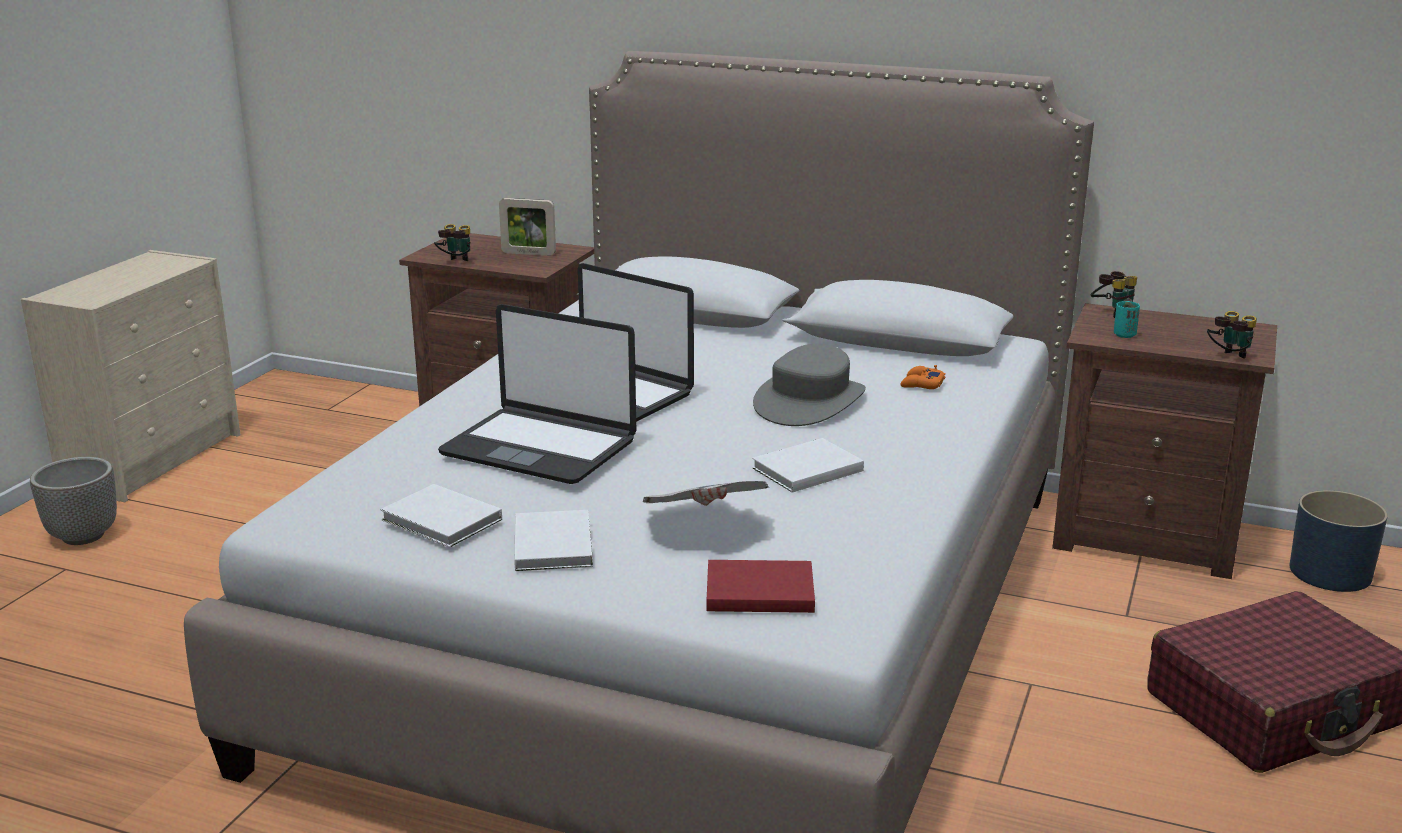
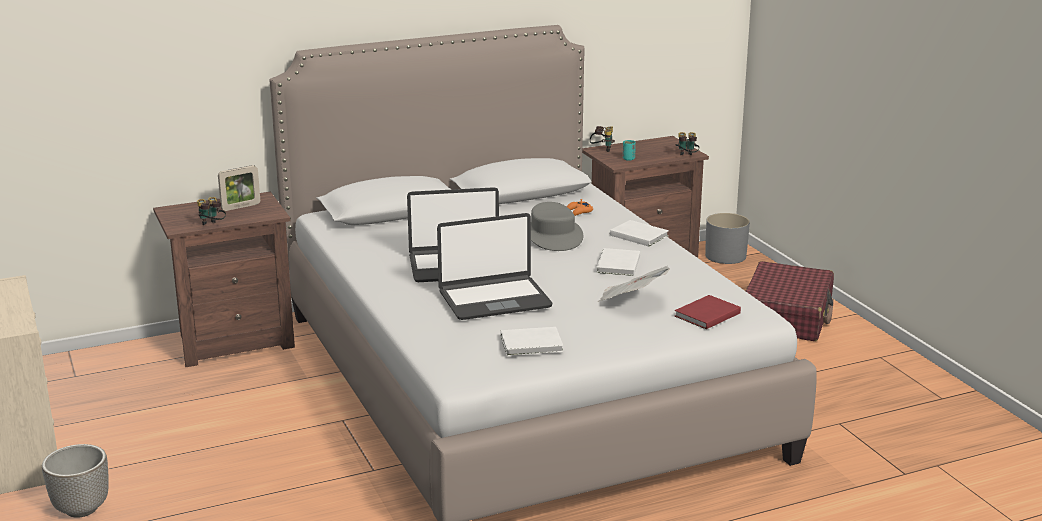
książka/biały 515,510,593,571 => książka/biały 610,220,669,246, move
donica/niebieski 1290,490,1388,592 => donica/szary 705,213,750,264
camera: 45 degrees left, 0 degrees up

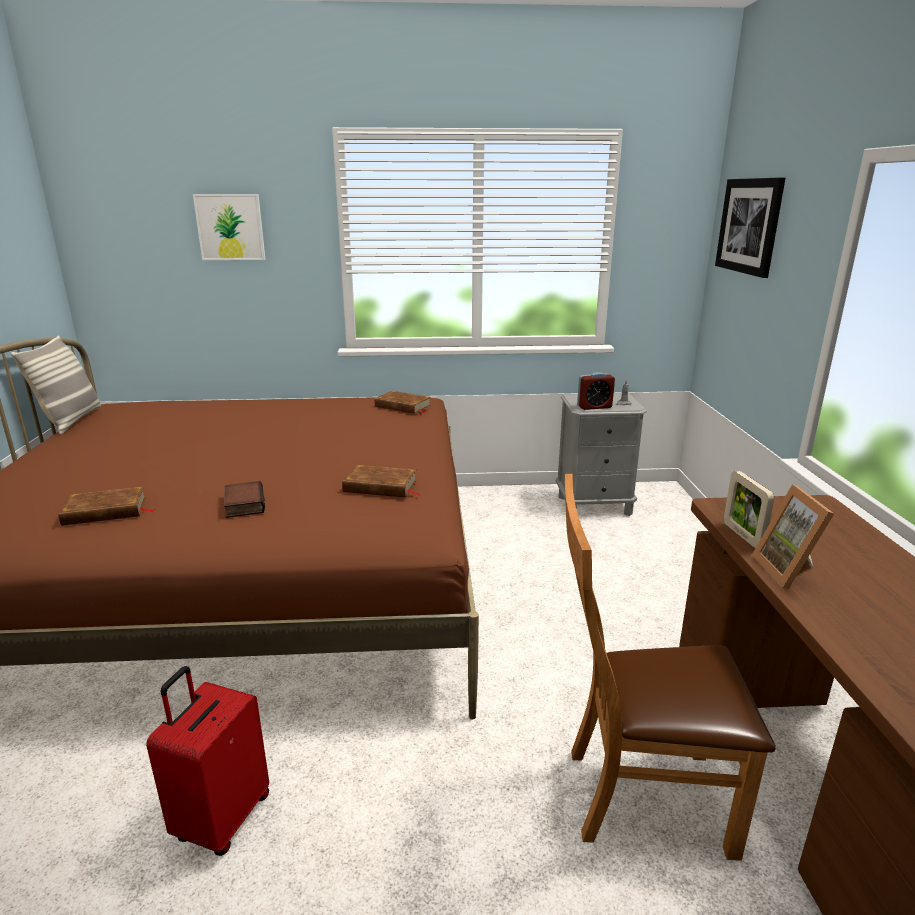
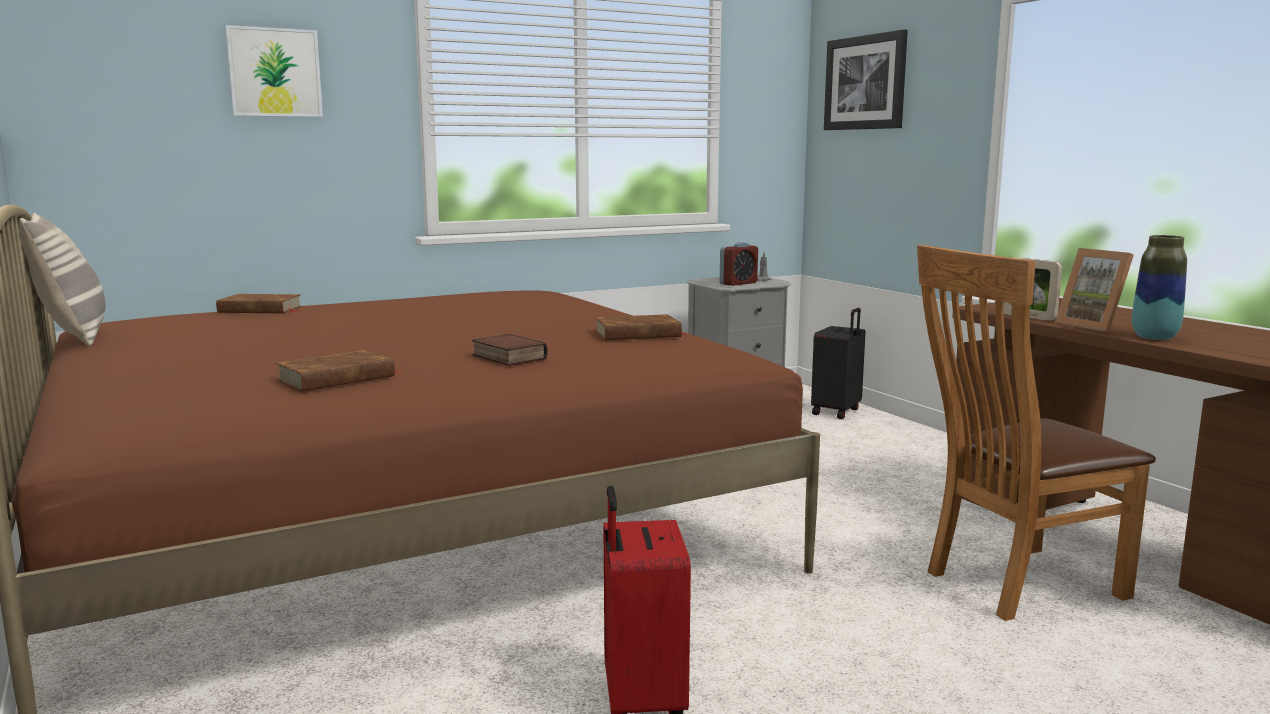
książka/brązowy 375,391,431,414 => książka/brązowy 216,294,302,313, move
nothing => walizka/czarny 811,308,866,419
nothing => wazon 1132,235,1187,340
camera: 25 degrees left, 10 degrees down

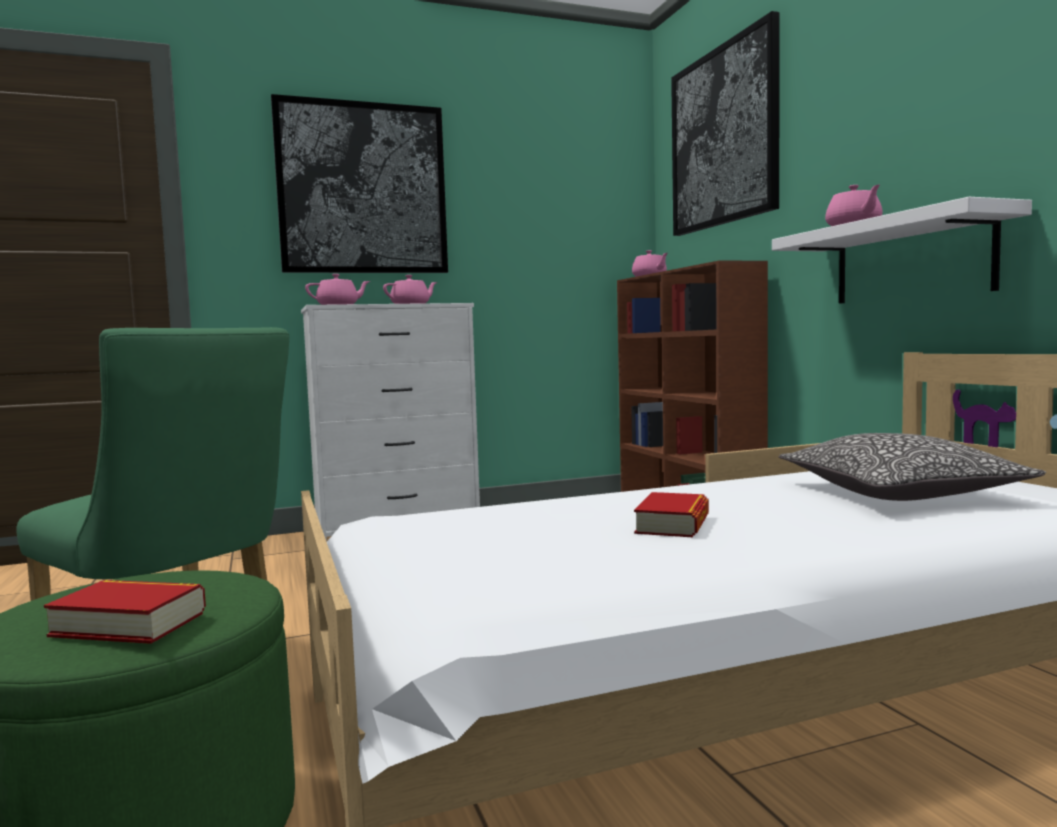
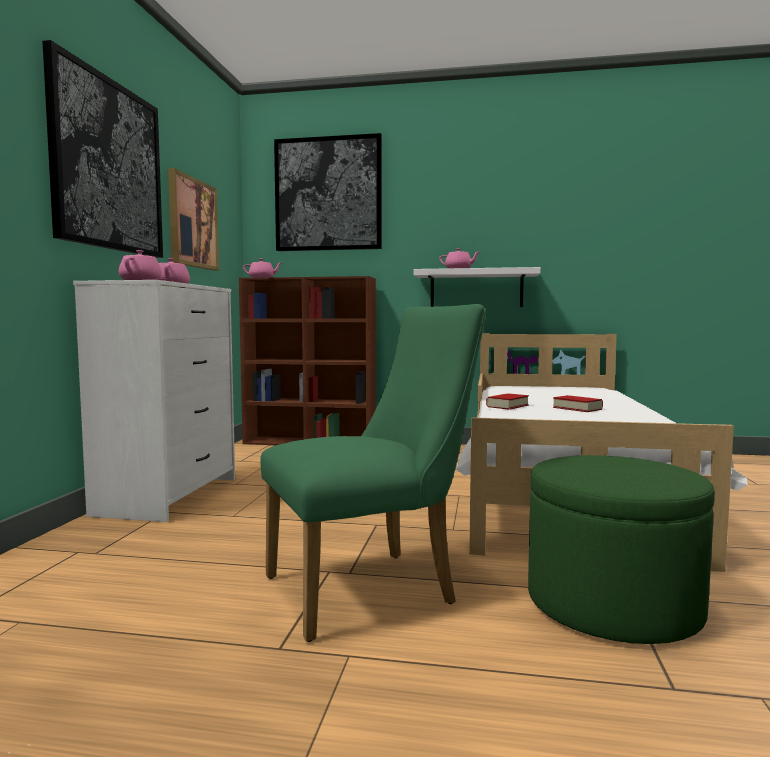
nothing => obraz 168,168,219,270
książka 44,580,206,644 => książka 486,393,529,410, move
poduszka 779,433,1046,501 => nothing
camera: 60 degrees left, 0 degrees up

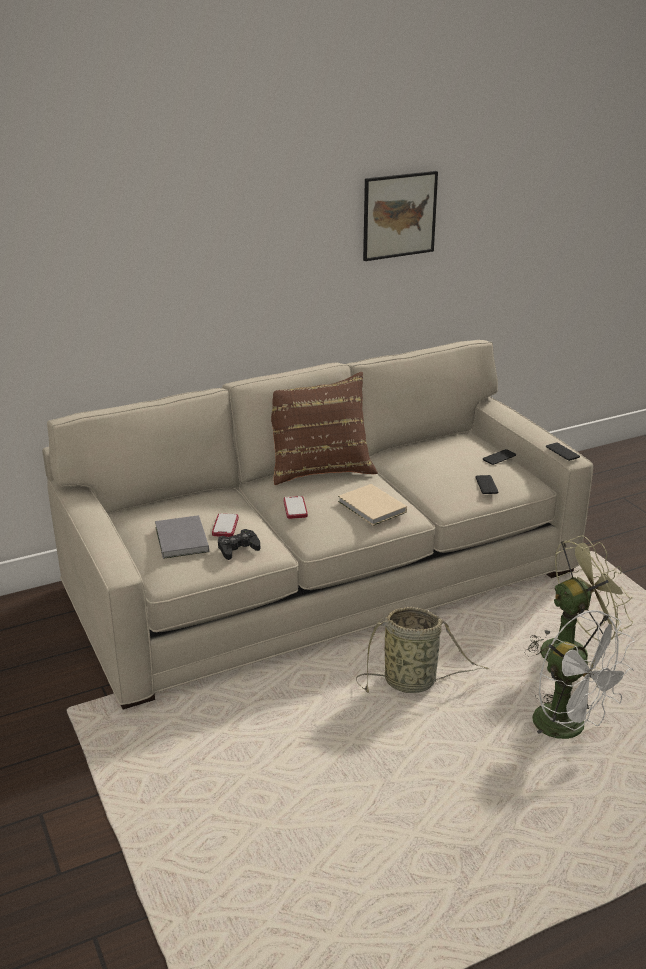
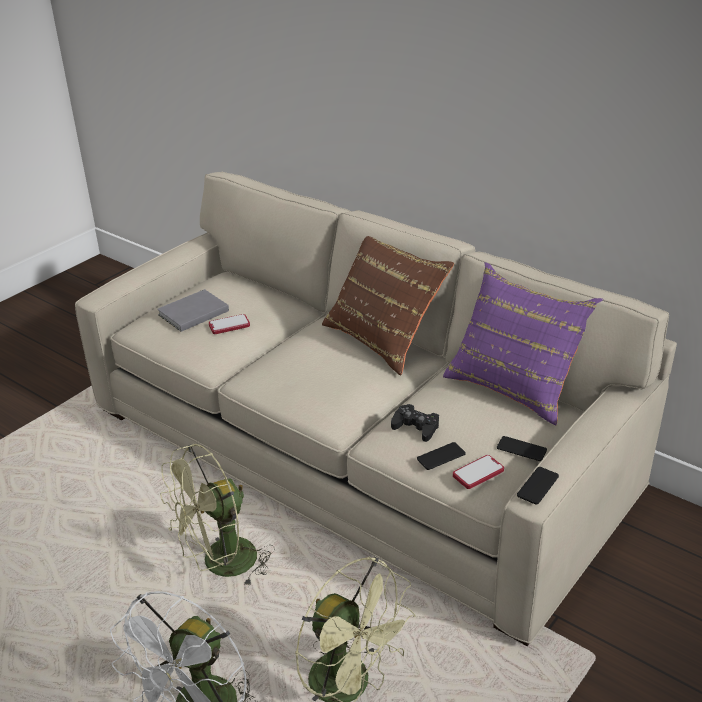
koszyk 356,607,489,693 => wentylator/zielony 160,443,274,588
pad do gier/czarny 218,529,260,560 => pad do gier/czarny 391,404,439,442, move
nothing => poduszka/fioletowy 443,262,605,425
telefon 283,496,308,519 => telefon 453,455,504,489, move
książka/beżowy 338,484,407,526 => nothing
obraz 363,171,438,261 => nothing
camera: 65 degrees right, 5 degrees up

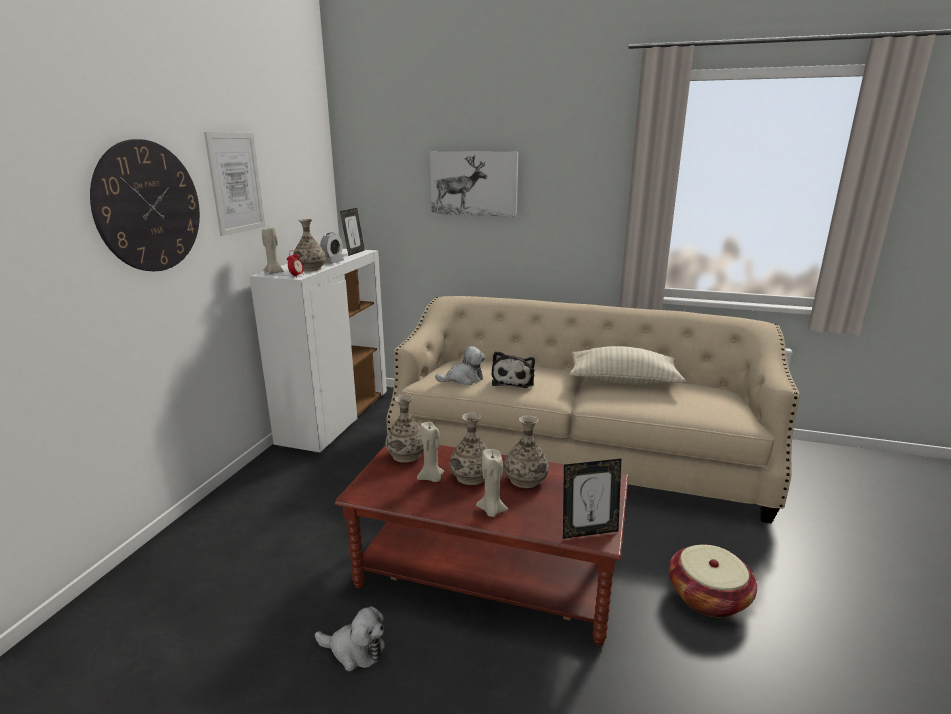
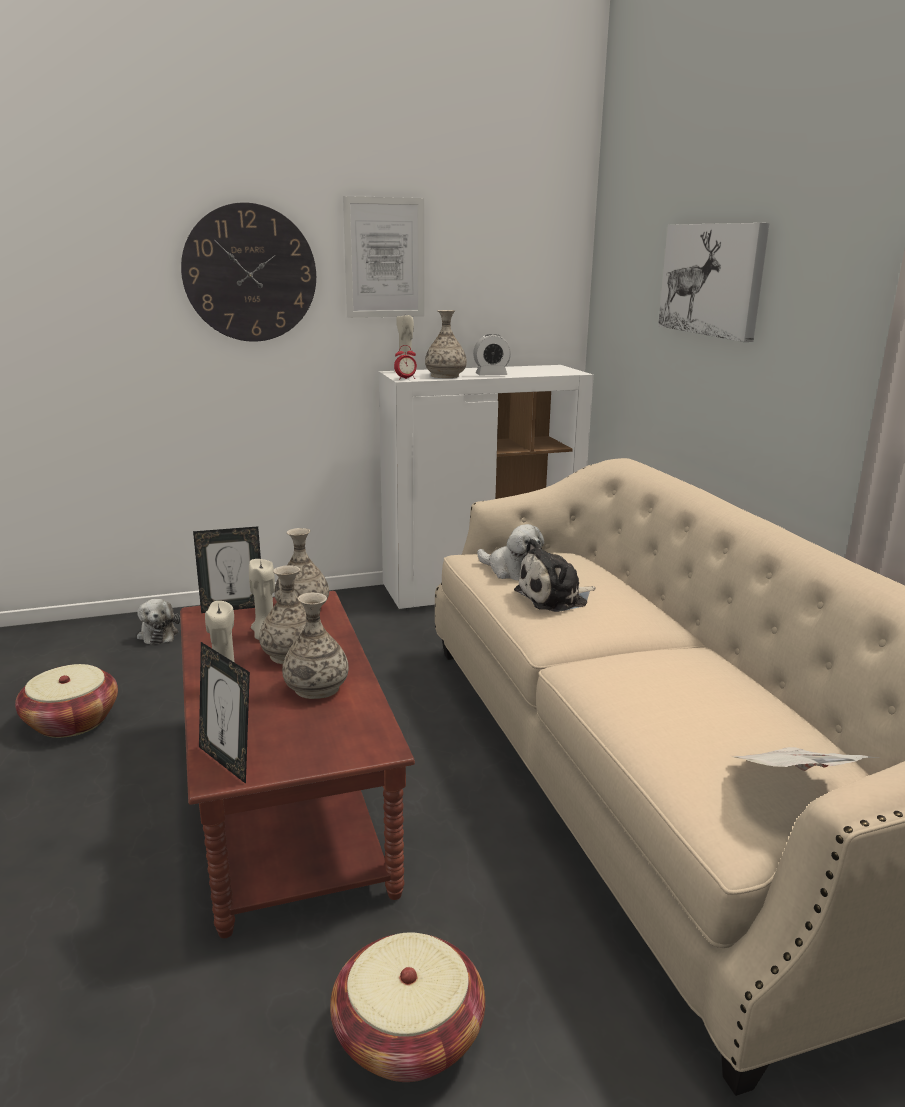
nothing => koszyk 15,664,118,738
pluszak 315,606,385,671 => pluszak 137,599,180,645, move
ramka na zdjęcie 340,208,365,256 => ramka na zdjęcie 193,526,261,613, move
nothing => gazeta 733,747,878,771
poduszka/beżowy 569,346,686,385 => nothing
camera: 55 degrees right, 0 degrees up

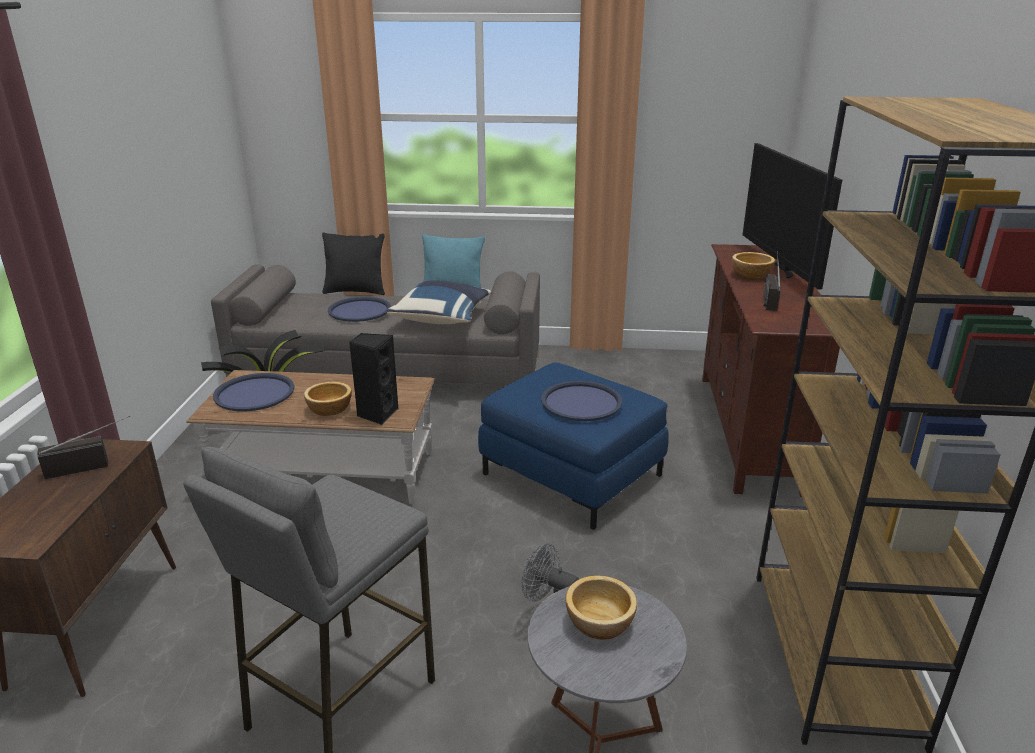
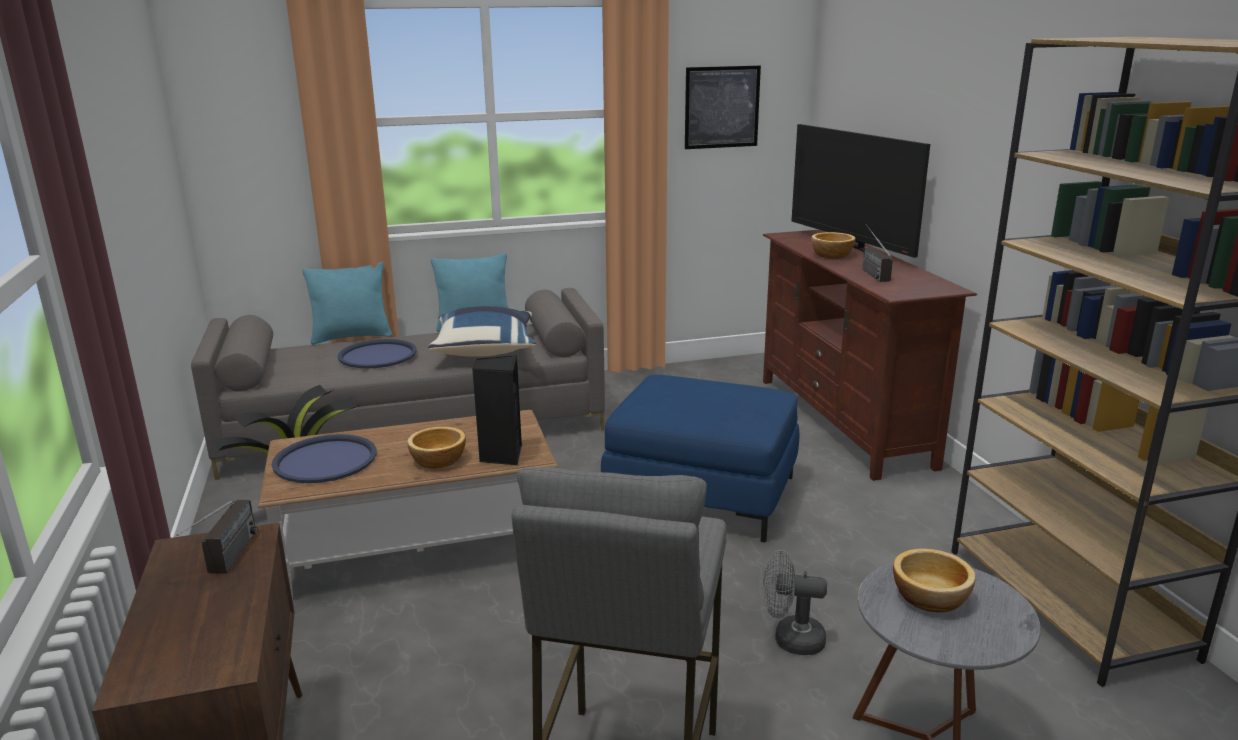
radio 37,416,130,479 => radio 176,500,258,573, 135 degrees clockwise
poduszka/czarny 322,233,385,295 => poduszka/turkusowy 303,262,392,345
nothing => obraz 685,66,761,149
taca/niebieski 541,381,622,421 => nothing
camera: 20 degrees left, 5 degrees down

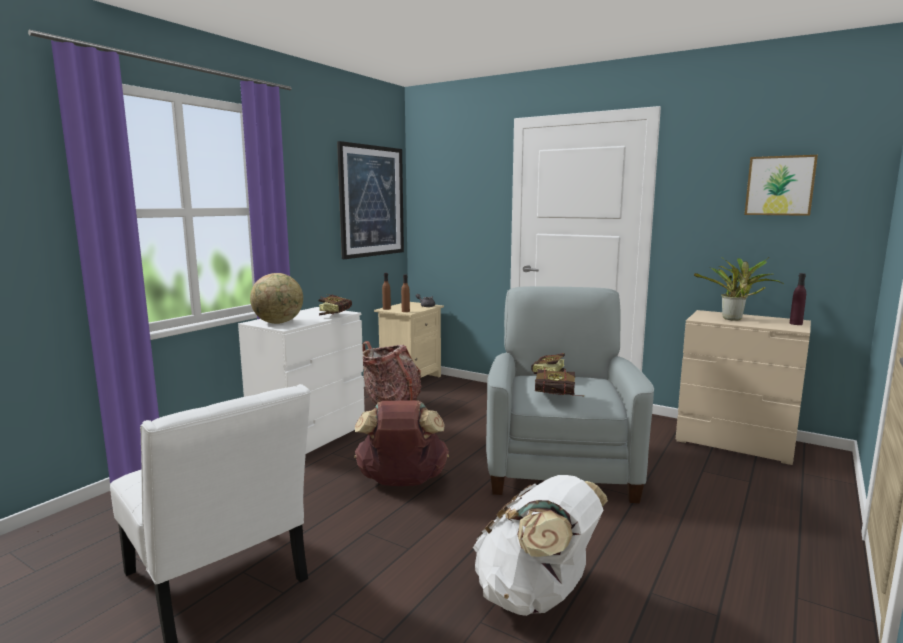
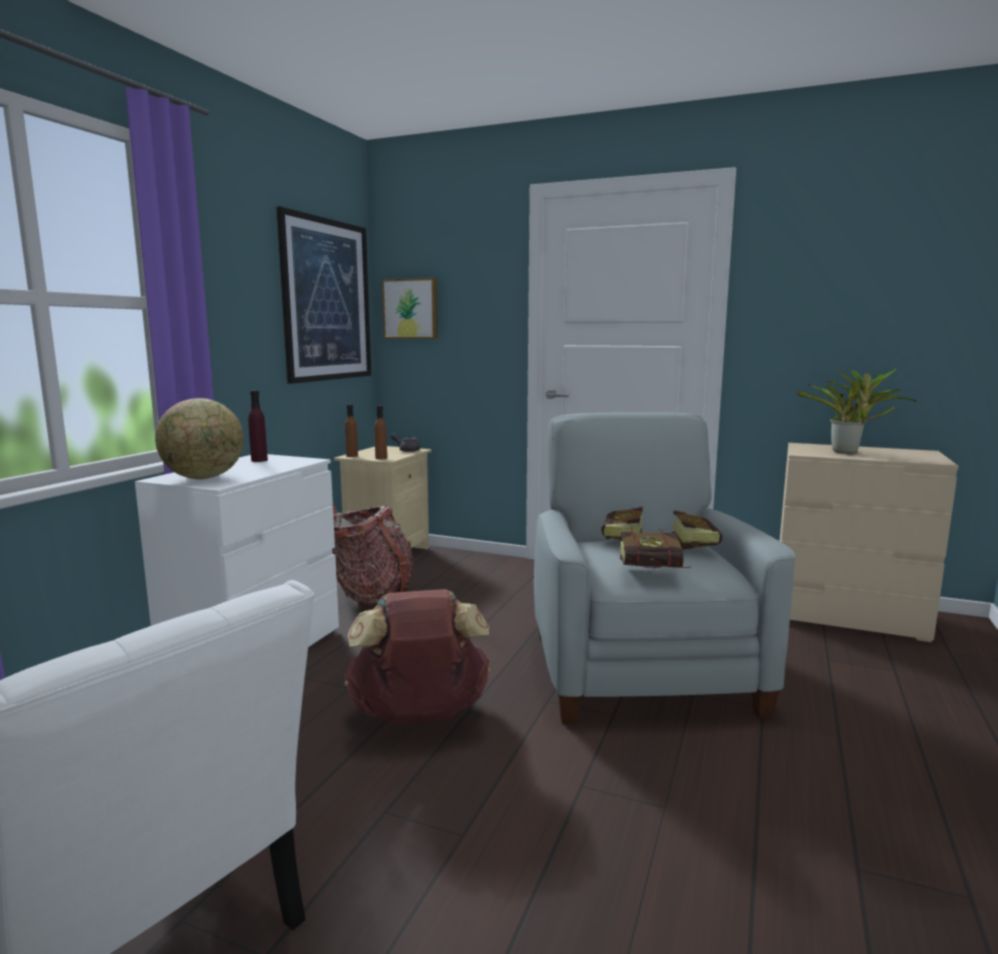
butelka/fioletowy 790,273,806,325 => butelka/fioletowy 248,390,268,462, move
obraz 745,155,818,216 => obraz 382,278,438,339, move
książka 319,294,352,316 => książka 672,510,722,550, move
plecak/biały 473,475,608,616 => nothing
camera: 10 degrees left, 0 degrees up

